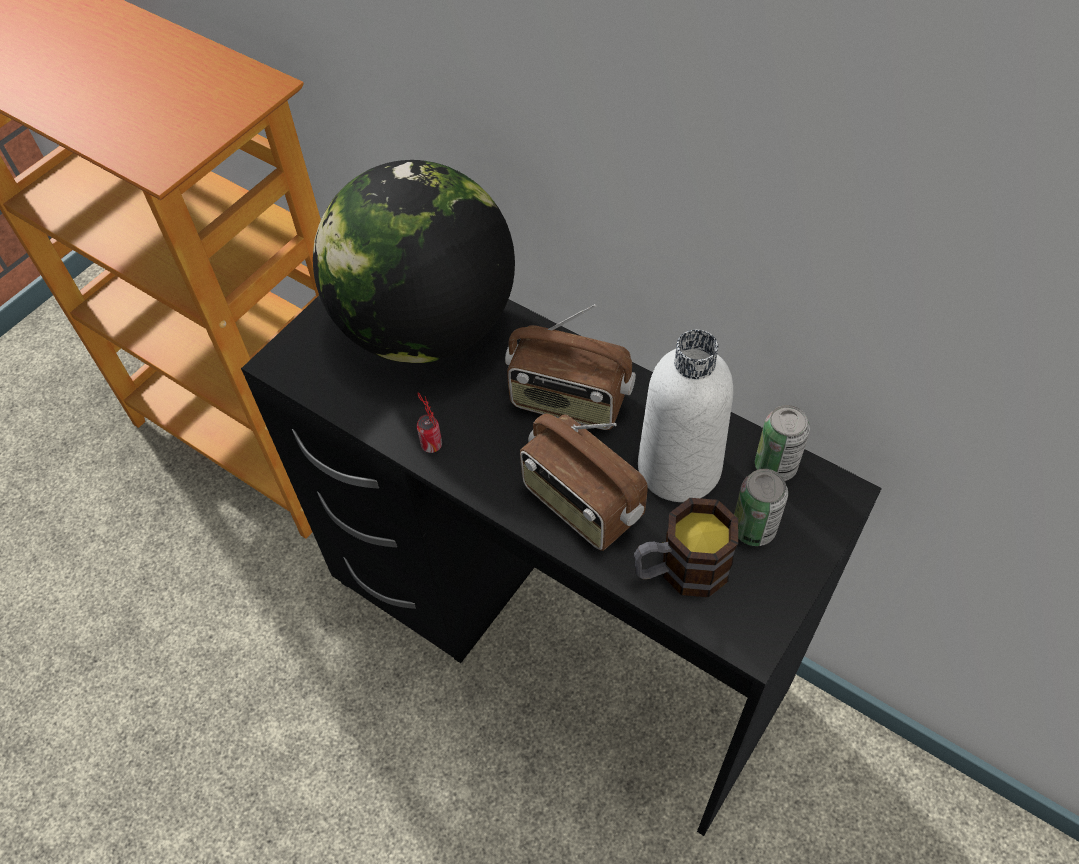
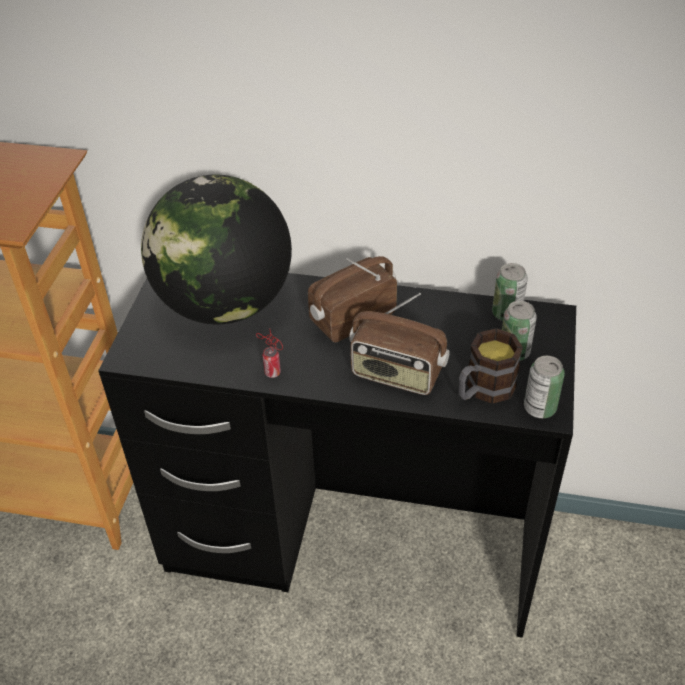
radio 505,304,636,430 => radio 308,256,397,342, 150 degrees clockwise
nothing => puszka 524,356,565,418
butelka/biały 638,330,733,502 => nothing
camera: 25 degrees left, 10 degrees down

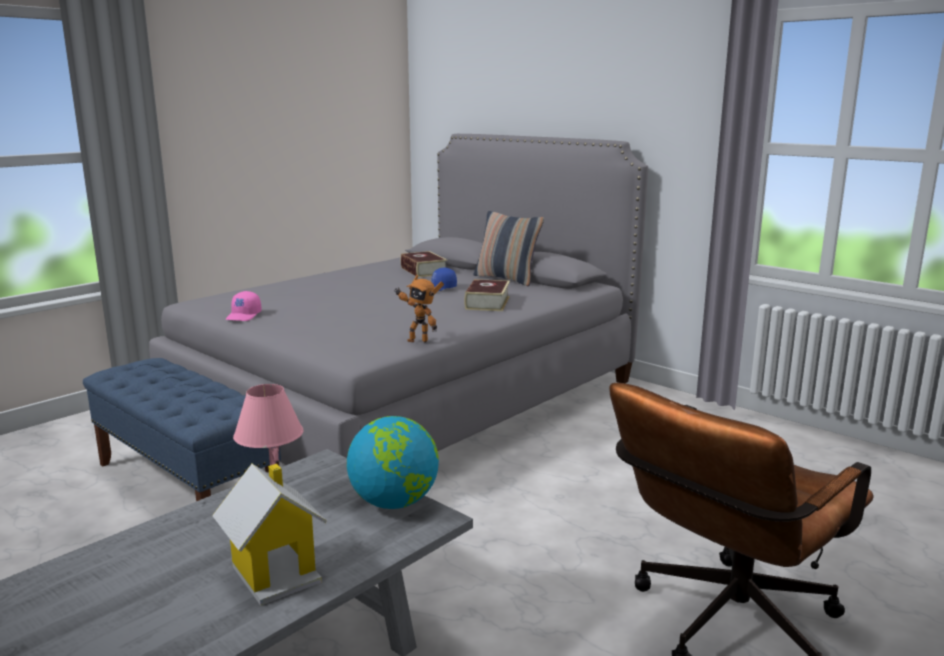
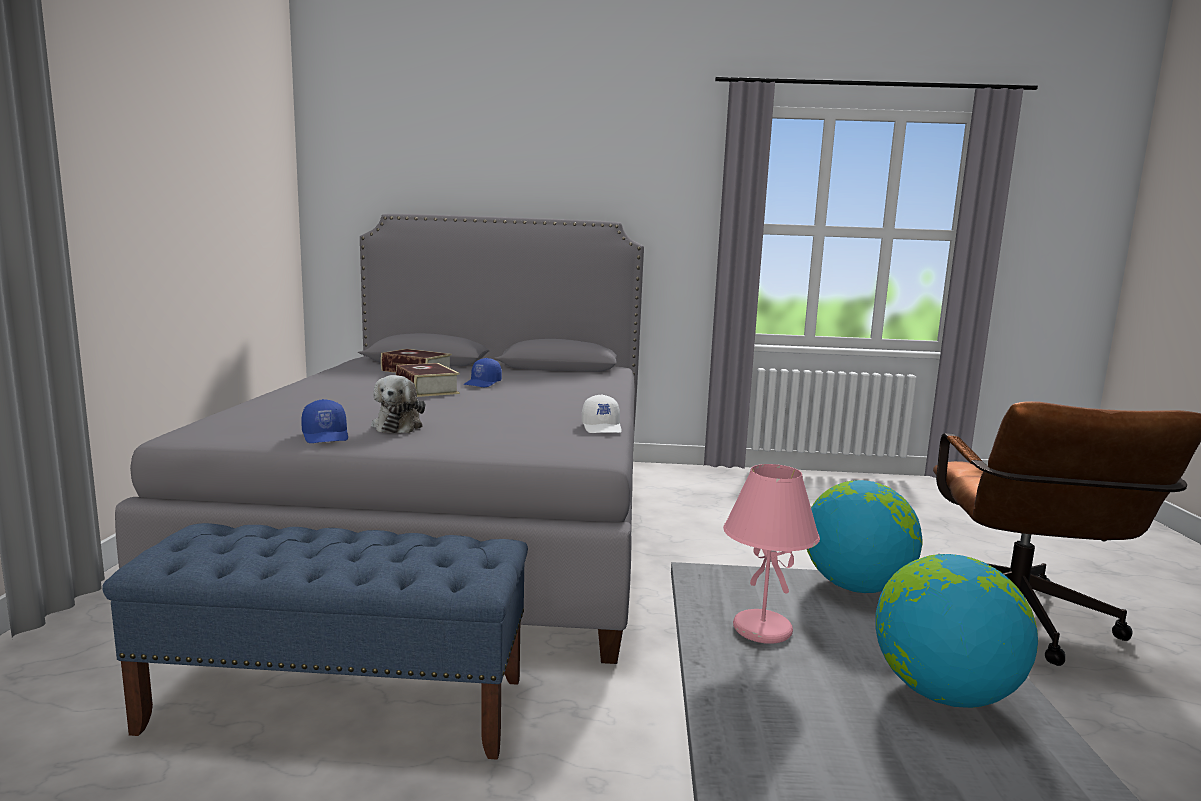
czapka z daszkiem/różowy 226,291,262,321 => czapka z daszkiem/niebieski 301,399,348,443
nothing => pluszak 371,375,425,433
książka 464,279,510,311 => książka 396,363,460,397, move
robot zabawkowy 394,275,444,342 => czapka z daszkiem/biały 582,394,622,433
domek 212,464,327,606 => globus 875,554,1038,708
poduszka 474,211,544,286 => nothing
camera: 40 degrees left, 5 degrees down

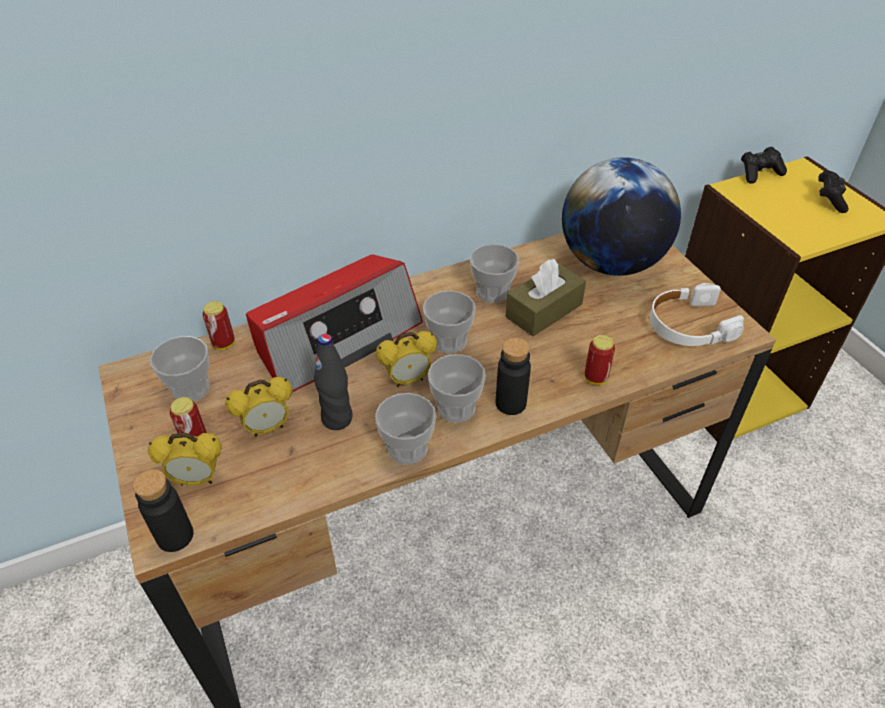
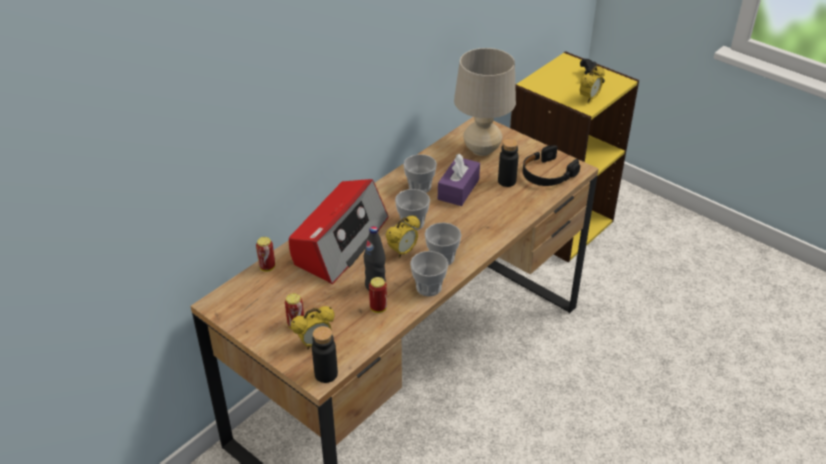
puszka 584,335,615,385 => puszka 369,277,387,313, move
pudełko chusteczek/brązowy 506,259,586,337 => pudełko chusteczek/fioletowy 438,154,480,206
globus 562,157,681,276 => lampa stołowa/beżowy 454,48,516,156
butelka/czarny 496,338,531,415 => butelka/czarny 498,139,519,187, move
słuchawki/biały 650,283,744,346 => słuchawki/czarny 523,145,580,186
budzik 225,377,293,437 => budzik 580,66,605,103, move
filiżanka 150,336,210,401 => nothing
pad do gier/czarny 741,147,787,184 => nothing
camera: 25 degrees left, 5 degrees down

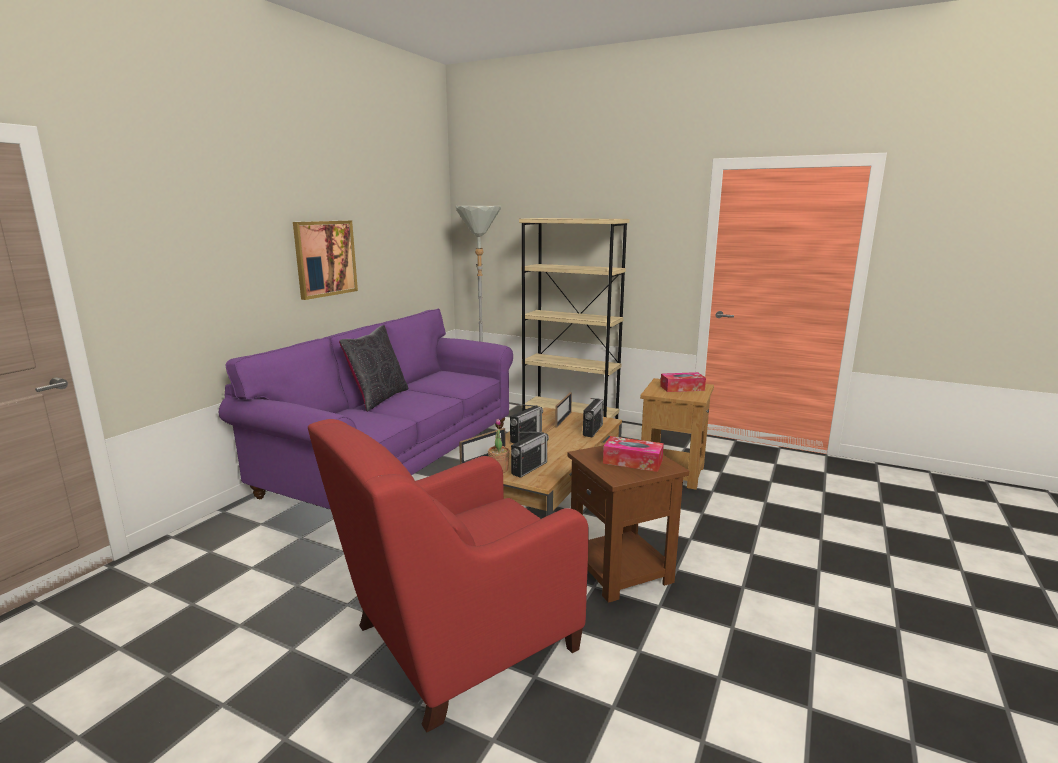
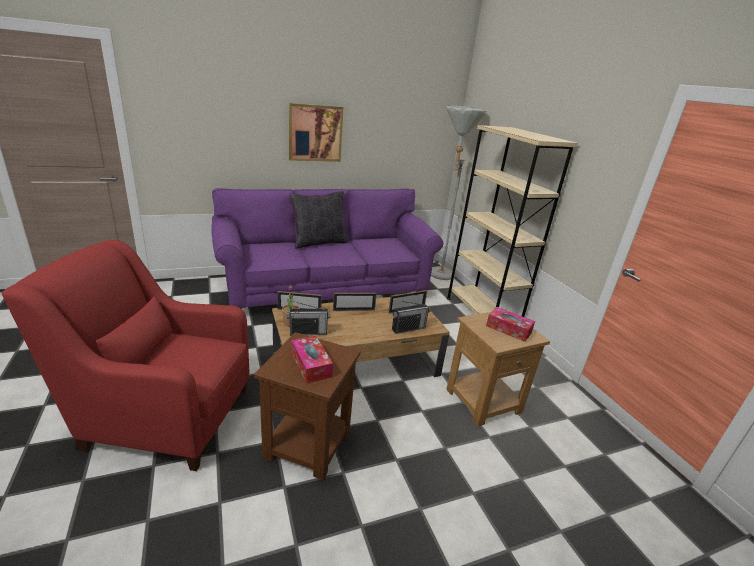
radio 510,404,543,444 => ramka na zdjęcie 333,293,377,311
camera: 40 degrees right, 10 degrees up

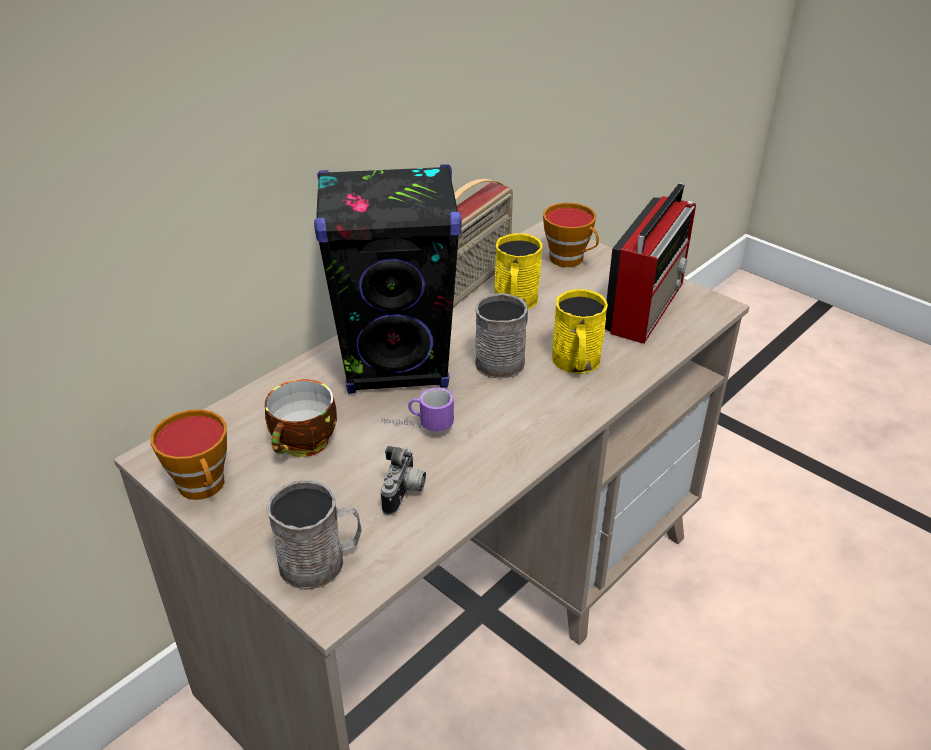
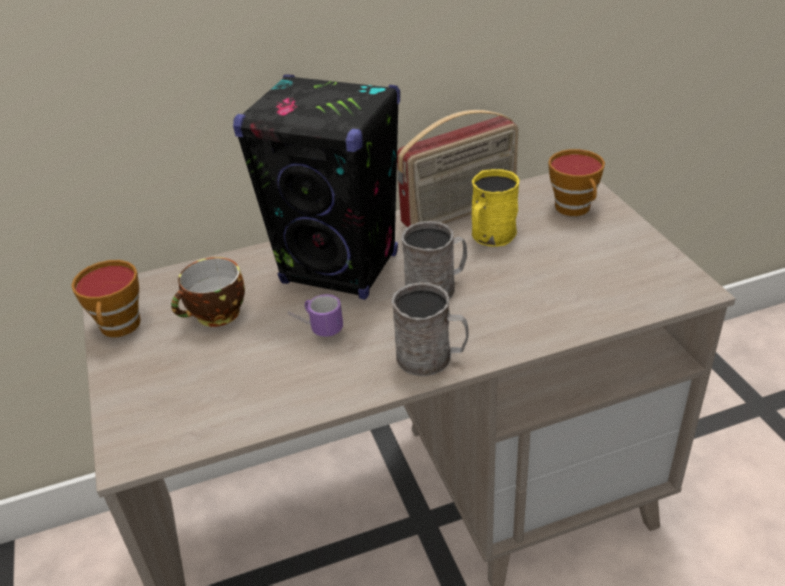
kubek/szary 266,480,362,590 => kubek/szary 392,283,469,376, move
aparat fotograficzny 381,446,426,515 => nothing
kubek/żółty 552,289,608,374 => nothing
radio 605,183,696,344 => nothing
camera: 30 degrees right, 0 degrees up

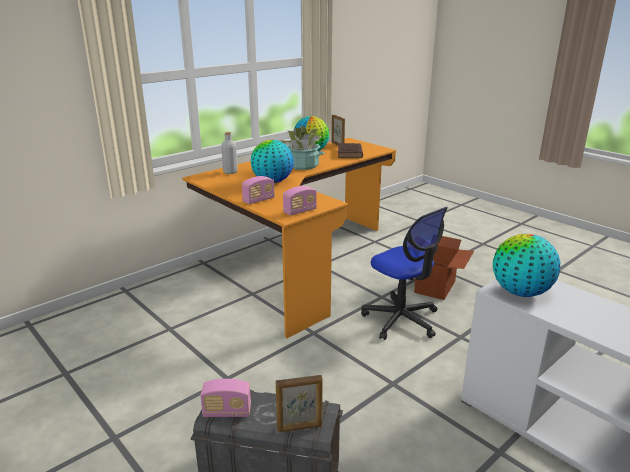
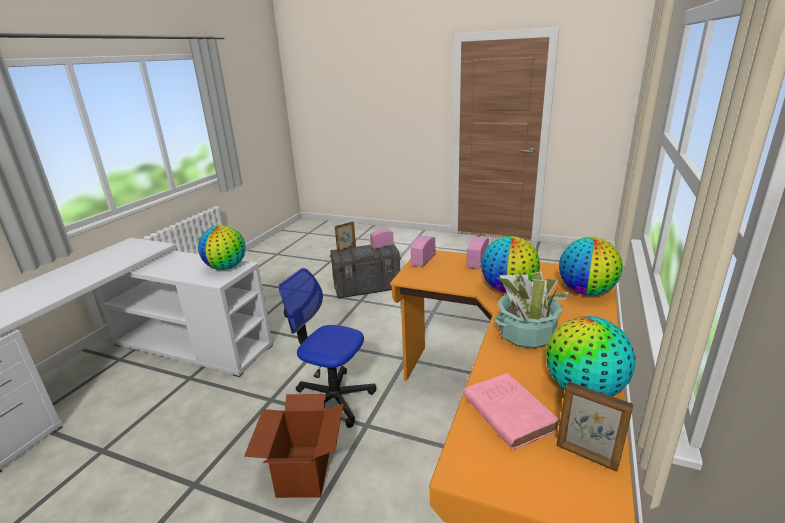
książka/brązowy 338,143,363,158 => książka/różowy 464,373,560,450
butelka/szary 221,132,238,174 => globus 559,237,623,296
camera: 155 degrees right, 0 degrees up

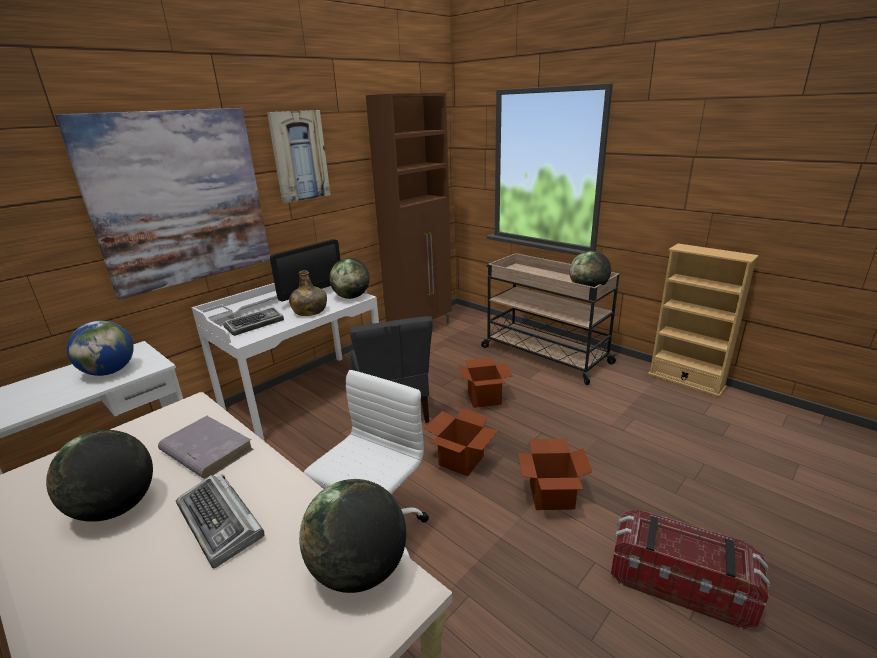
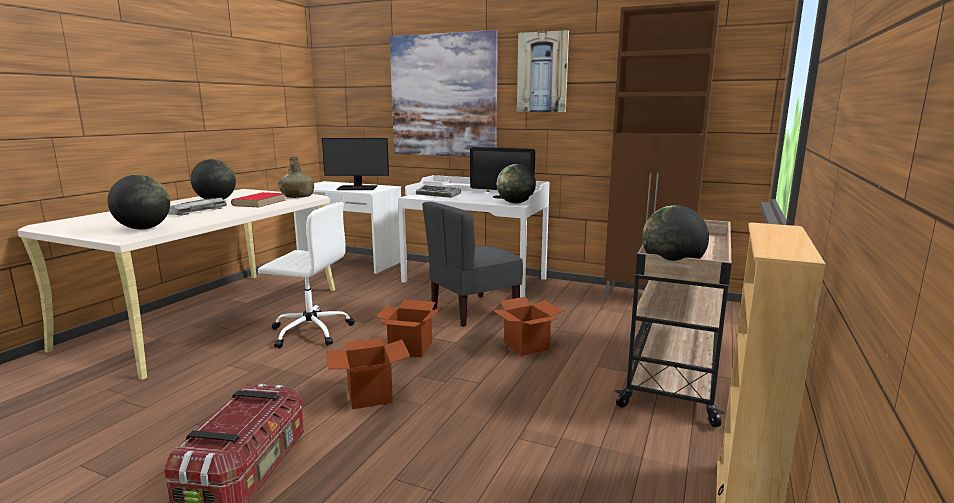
książka/szary 158,416,254,479 => książka/czerwony 231,192,286,208
butelka/zielony 289,270,327,316 => butelka/zielony 279,157,314,198, move
globus 67,321,134,376 => monitor 322,138,389,190
camera: 70 degrees right, 10 degrees down

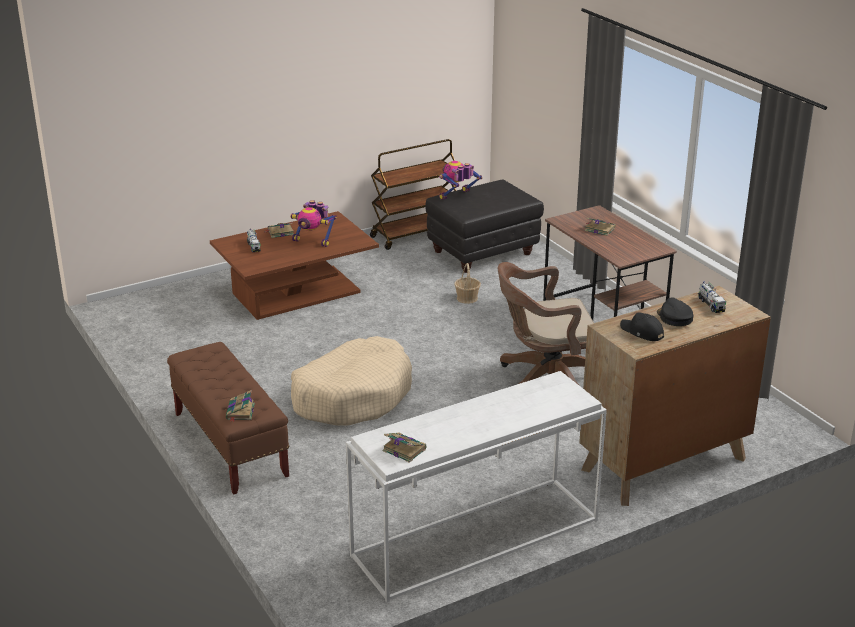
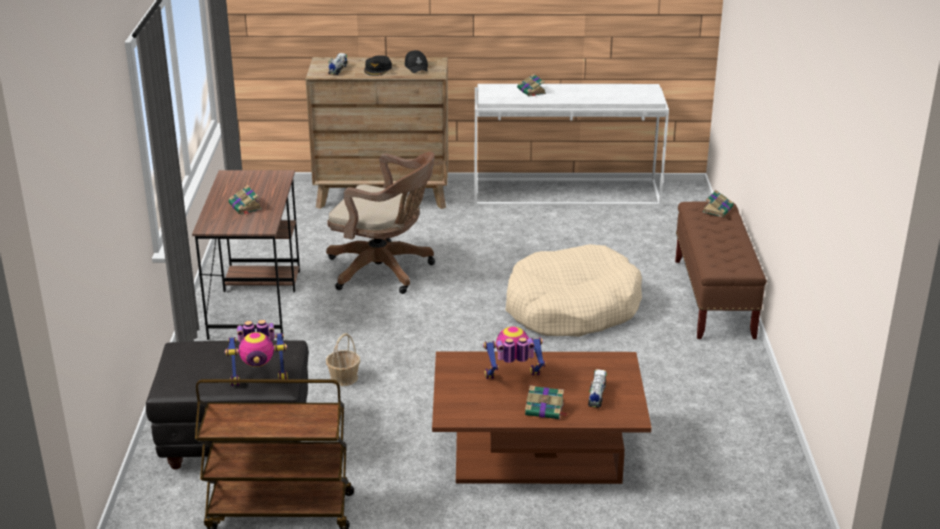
robot zabawkowy 290,200,337,247 => robot zabawkowy 483,327,546,379, 60 degrees counterclockwise
książka 383,433,426,463 => książka 517,74,546,97, move
camera: 150 degrees left, 0 degrees up

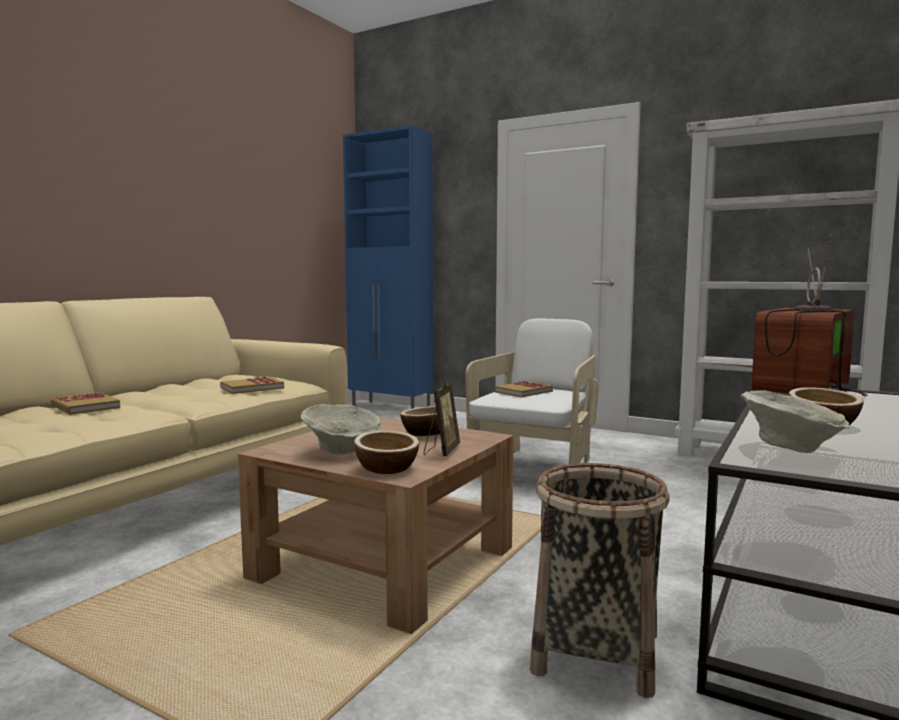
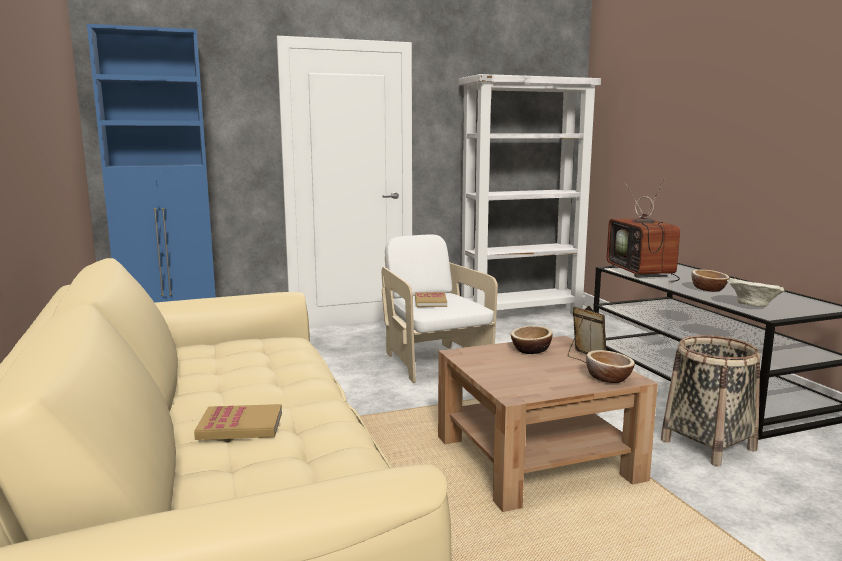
książka 220,377,284,394 => nothing
miska/beżowy 300,404,382,455 => nothing
camera: 50 degrees left, 5 degrees up

